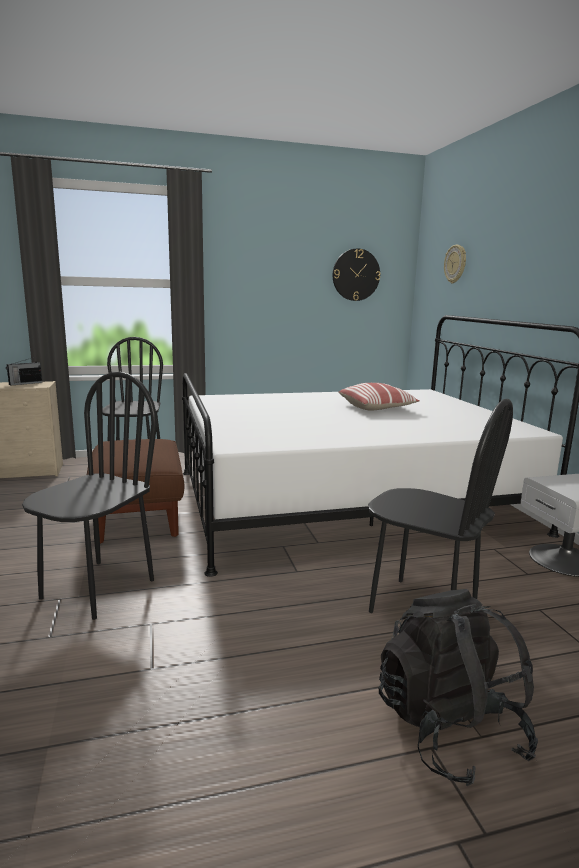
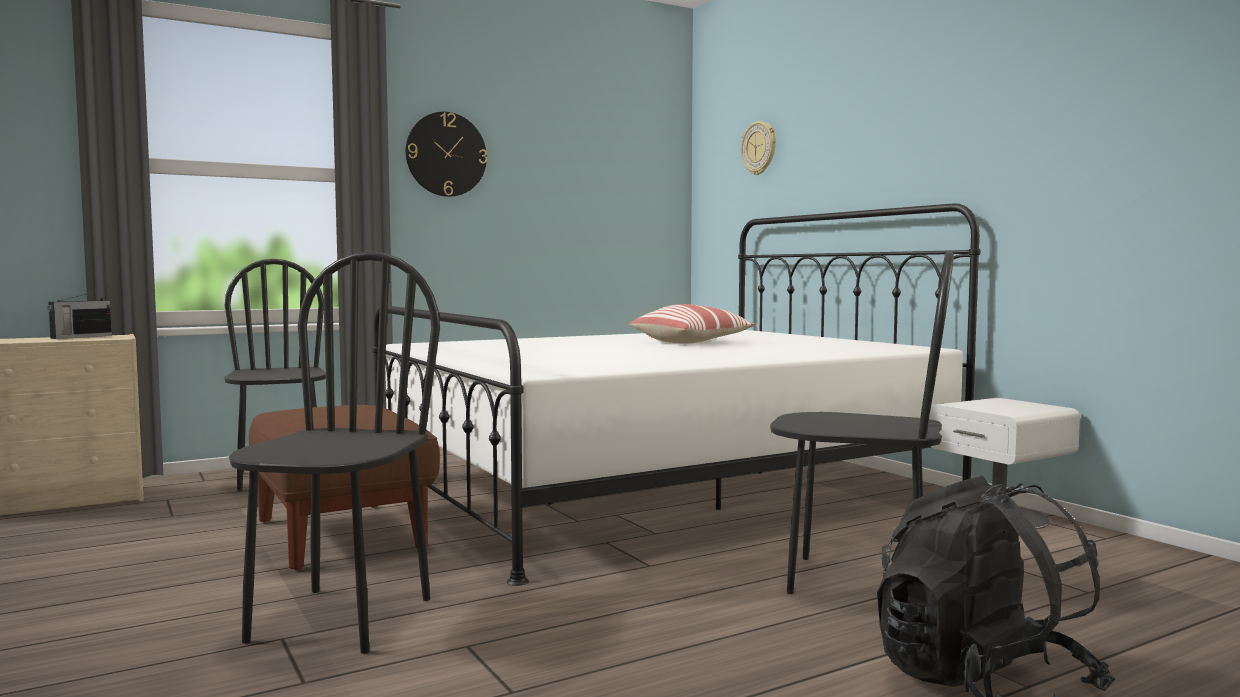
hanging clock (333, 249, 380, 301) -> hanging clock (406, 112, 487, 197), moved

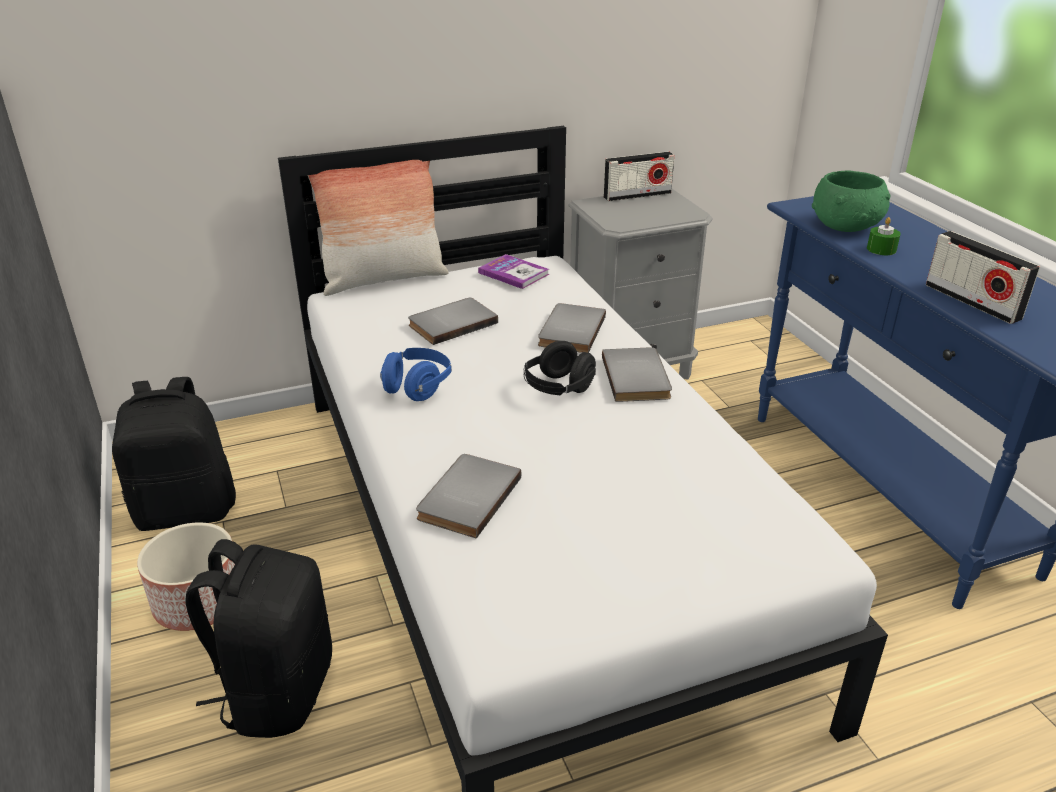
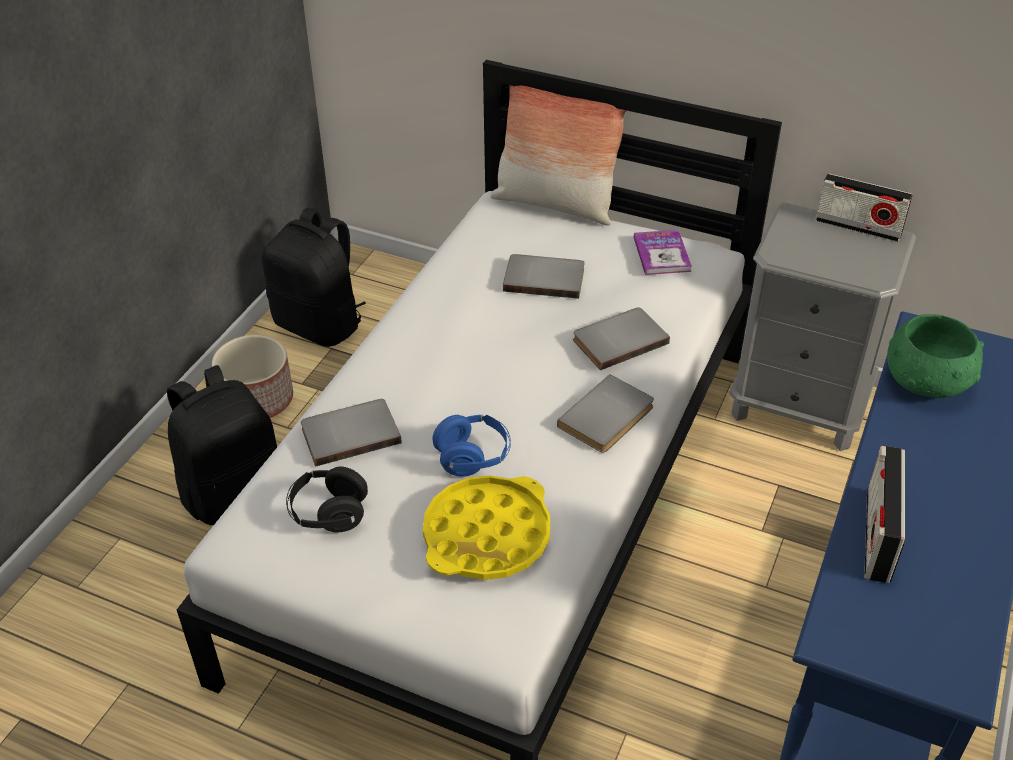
wax light in green-coloured (867, 217, 901, 255) -> none
headset in black (524, 341, 596, 395) -> headset in black (286, 466, 368, 532), moved
headset in blue (380, 348, 452, 401) -> headset in blue (432, 415, 511, 477), moved
none -> carrying tray in yellowish (423, 475, 550, 580)

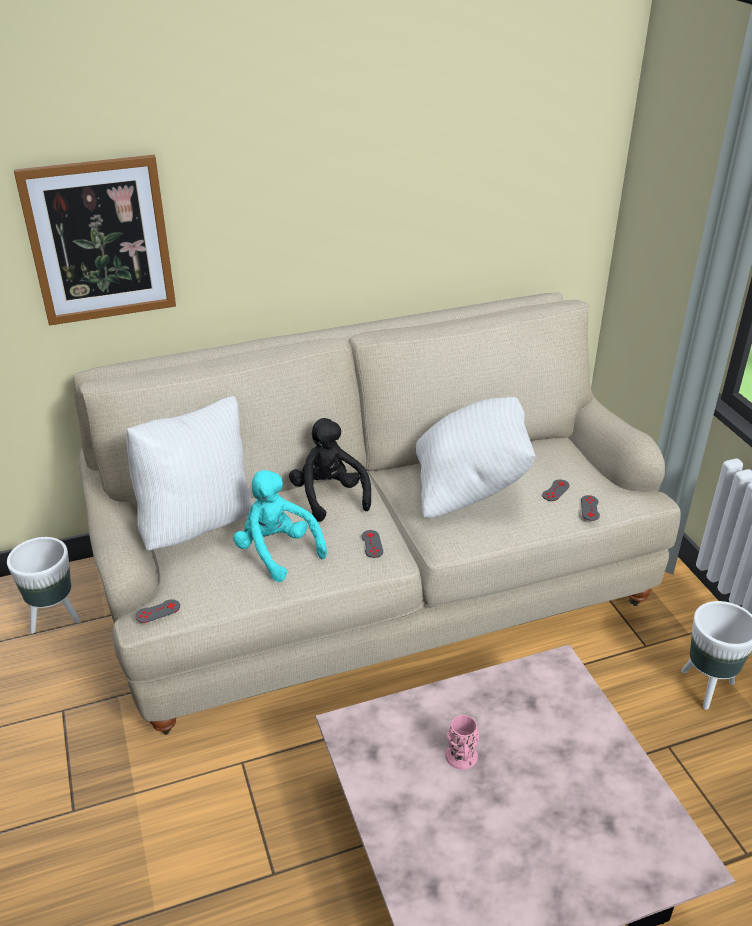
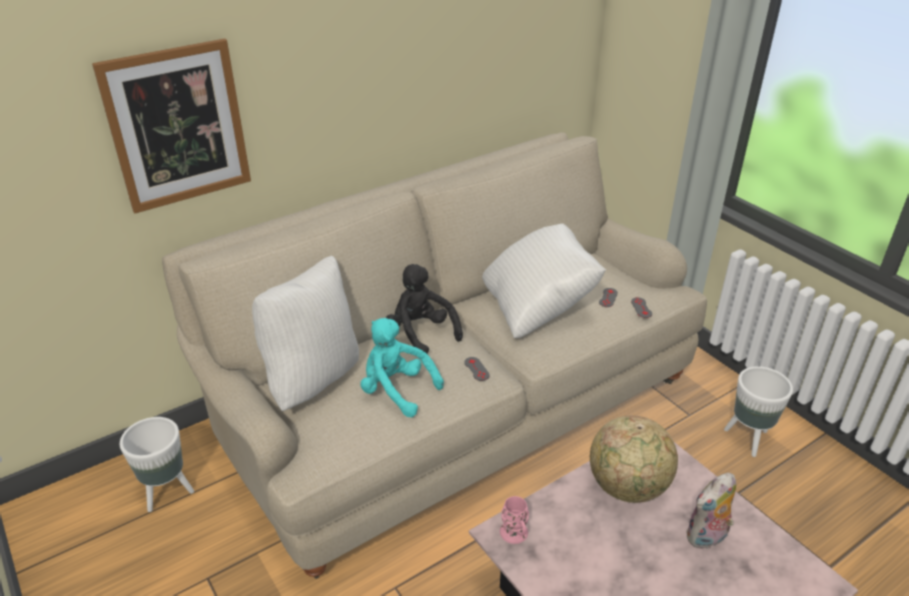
joypad in gray (135, 599, 180, 623) -> none
coffee mug in pink (445, 715, 479, 770) -> coffee mug in pink (500, 496, 529, 544), moved
none -> desk globe (590, 415, 678, 503)
none -> plush toy (686, 473, 736, 549)

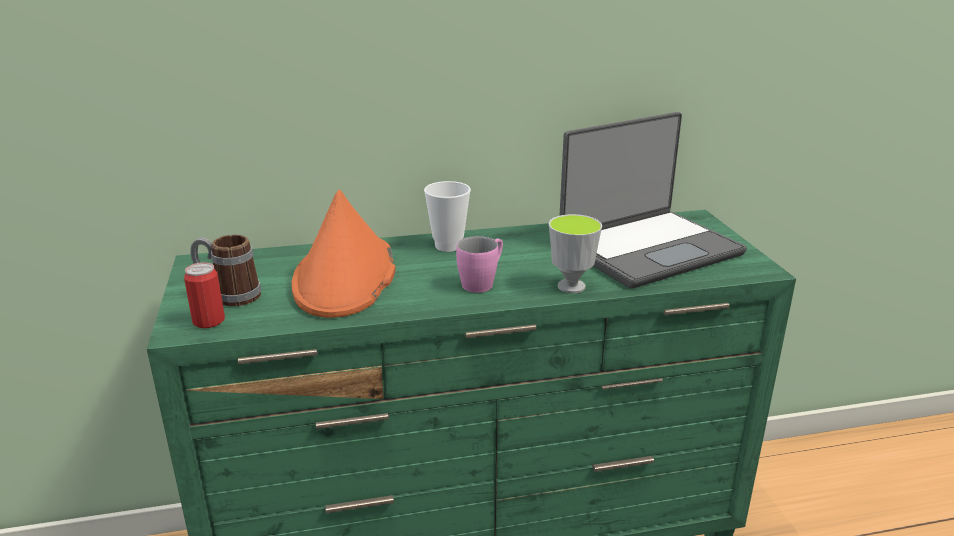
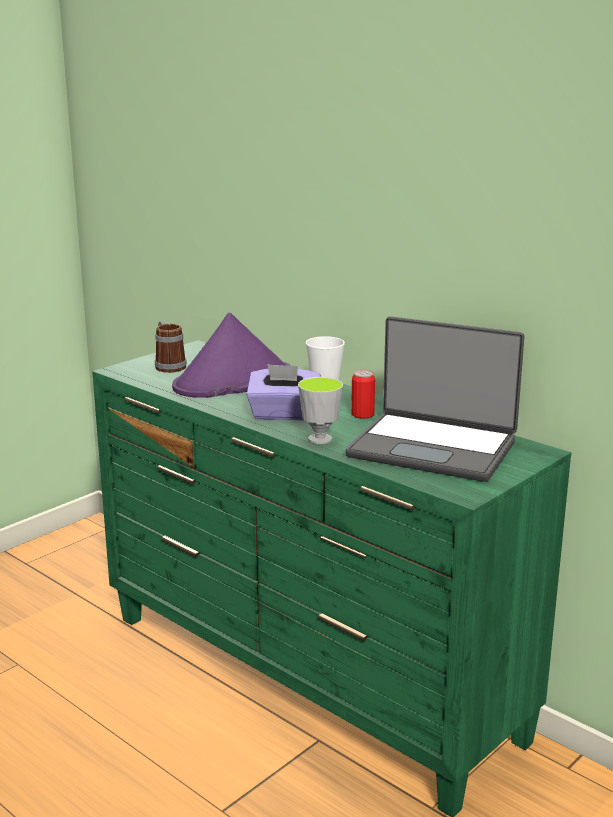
wearable hat in orange-coloured (292, 190, 396, 318) -> wearable hat in purplish (172, 313, 290, 398)
coffee mug in pink (456, 236, 503, 293) -> tissue box in purplish (246, 364, 321, 420)
can (184, 262, 225, 328) -> can (351, 370, 375, 418), moved

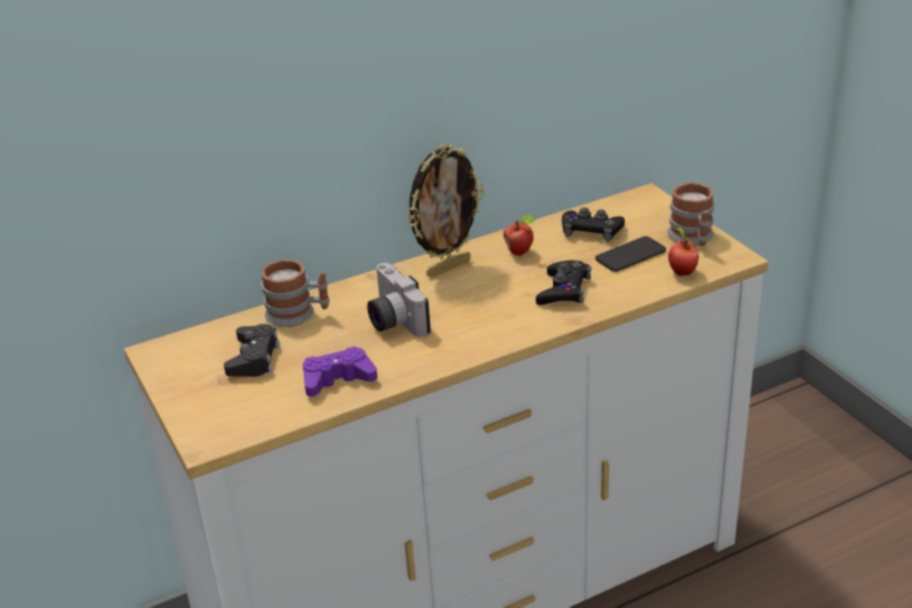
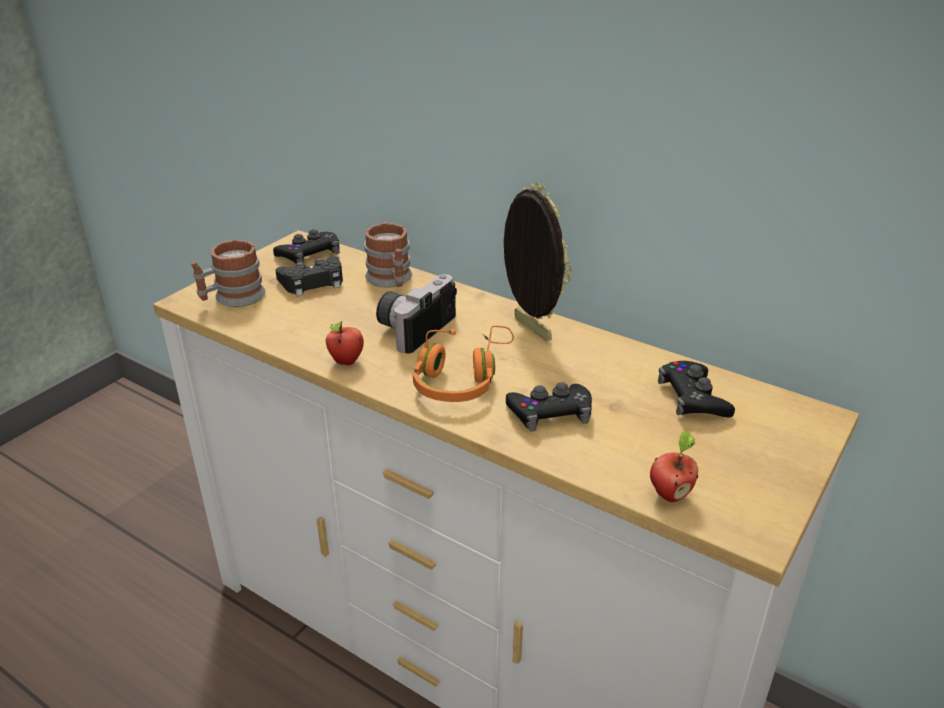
picture frame (407, 144, 484, 278) -> picture frame (504, 182, 572, 341), 150 degrees counterclockwise
coffee mug (667, 182, 714, 246) -> coffee mug (191, 239, 265, 307), moved
apple fruit (503, 215, 536, 256) -> apple fruit (326, 321, 364, 365), moved
telephone (595, 236, 666, 272) -> none
joypad in purplish (303, 346, 377, 397) -> none
none -> joypad in black (273, 229, 340, 264)
none -> headset in orange-coloured (413, 326, 514, 402)

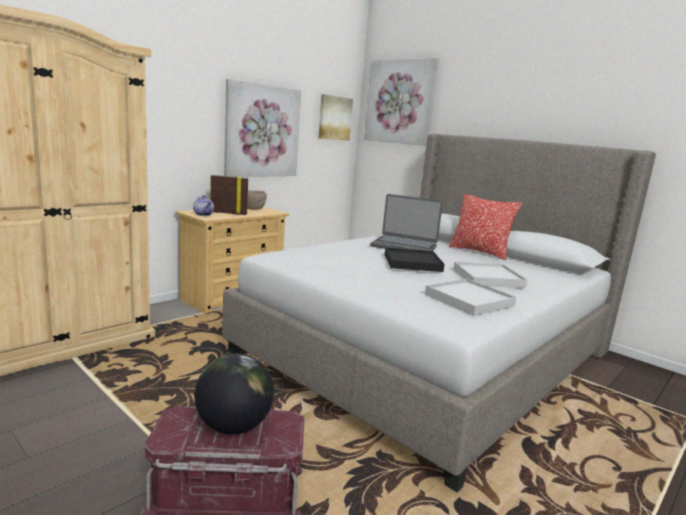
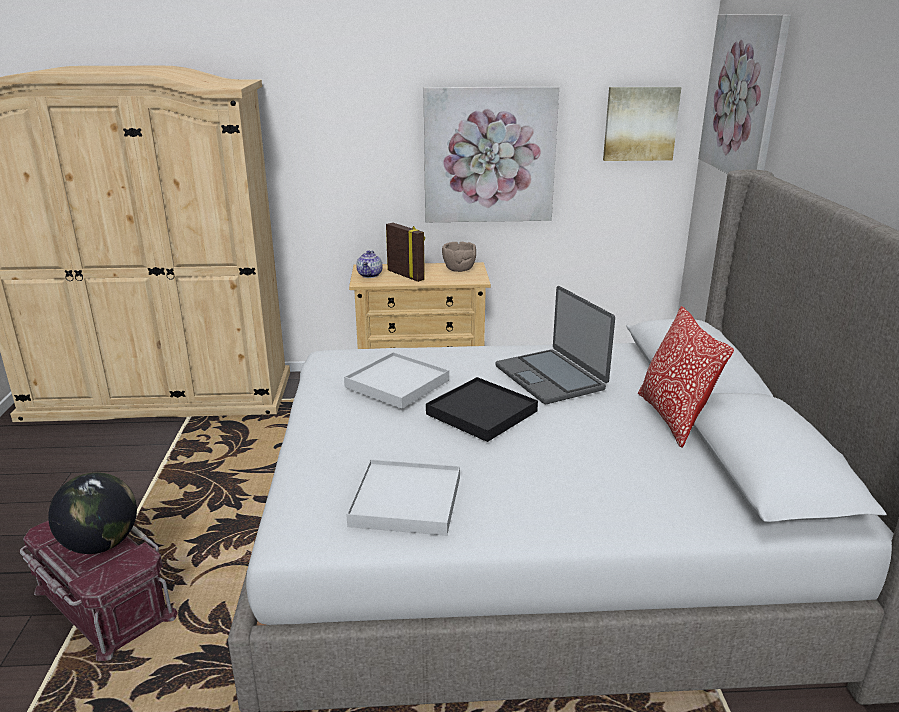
carrying tray in white (453, 262, 527, 288) -> carrying tray in white (344, 352, 449, 409), moved

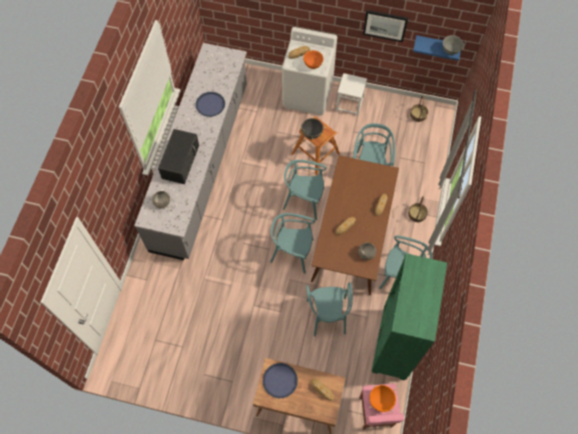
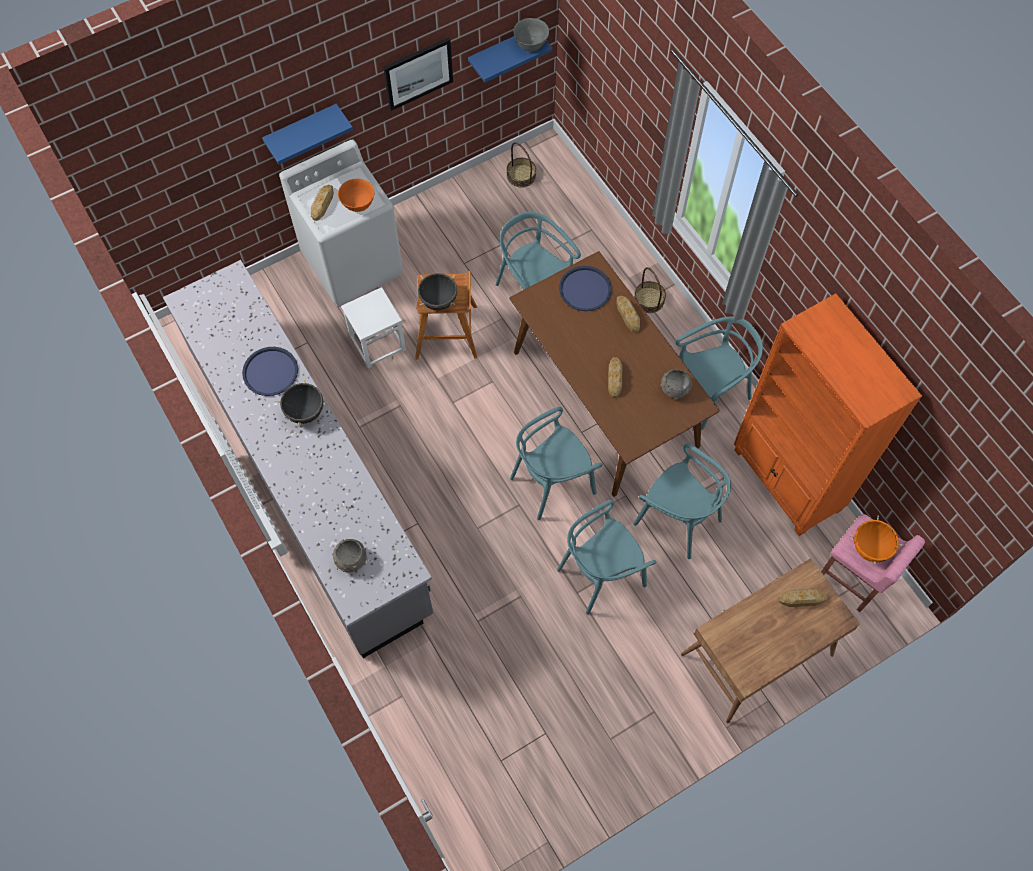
sitting stool in white (336, 73, 367, 116) -> sitting stool in white (341, 287, 406, 368), moved
microwave in black (158, 129, 199, 184) -> none
plain chair in turquoise-coloured (283, 160, 327, 220) -> plain chair in turquoise-coloured (557, 500, 657, 615), moved
shelving unit in green-coloured (372, 253, 447, 380) -> shelving unit in orange-coloured (734, 293, 922, 536)
carrying tray in blue (263, 363, 298, 398) -> carrying tray in blue (559, 266, 612, 311), moved
none -> bracket shelf in blue (262, 104, 353, 165)
none -> stockpot in black (275, 379, 328, 426)

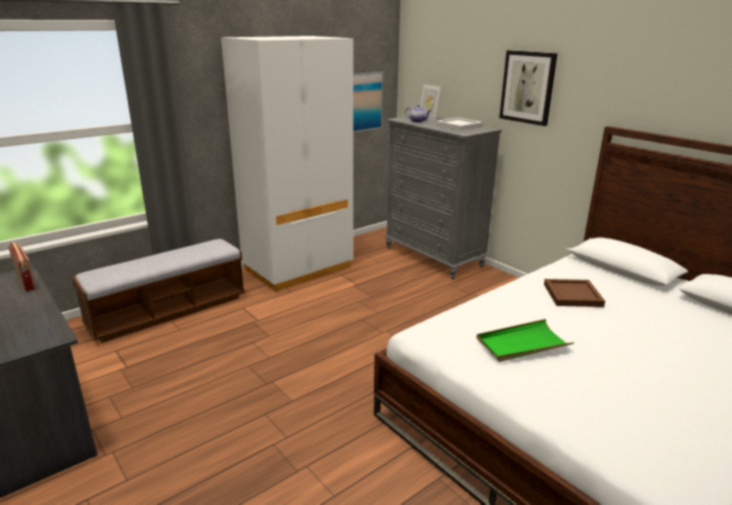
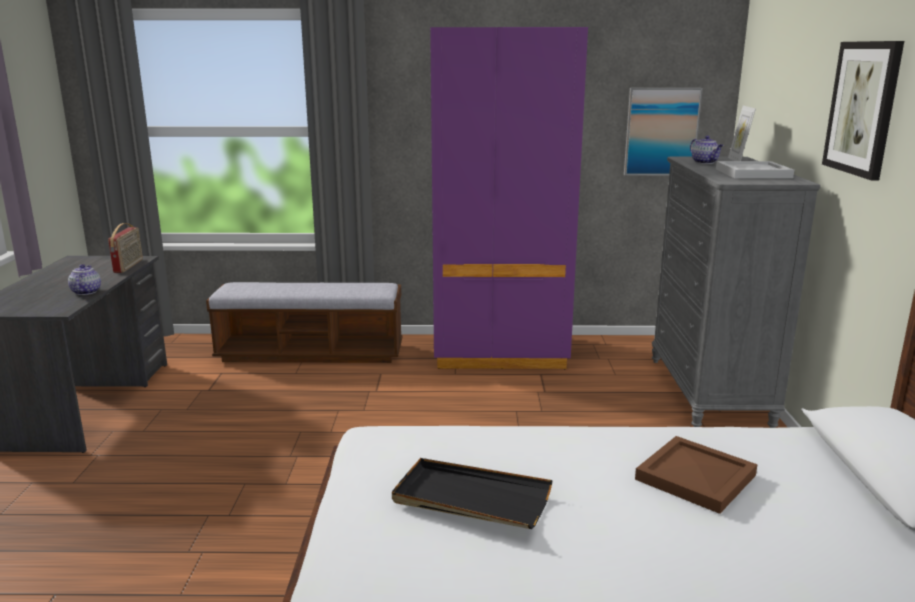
armoire in white (221, 36, 353, 292) -> armoire in purplish (430, 27, 588, 369)
carrying tray in green-coloured (476, 319, 574, 362) -> carrying tray in black (392, 458, 553, 529)
none -> pot for tea (68, 264, 101, 295)

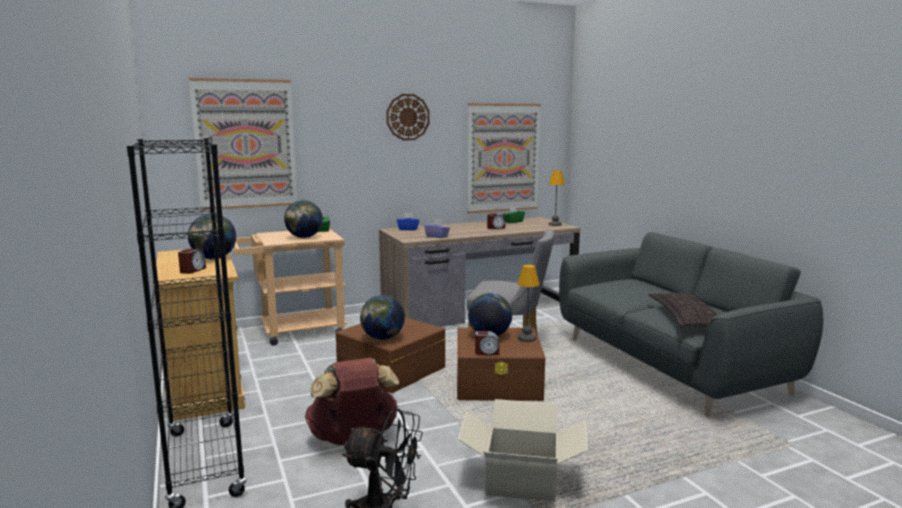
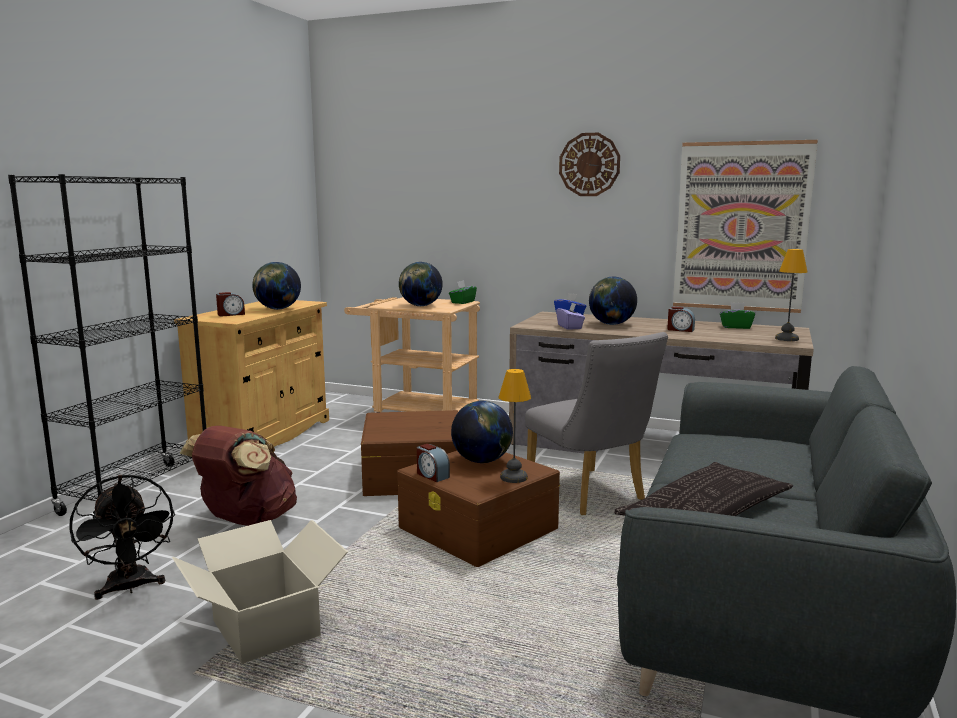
picture (189, 78, 298, 210) -> none
desk globe (360, 295, 405, 340) -> desk globe (589, 276, 637, 325), moved

